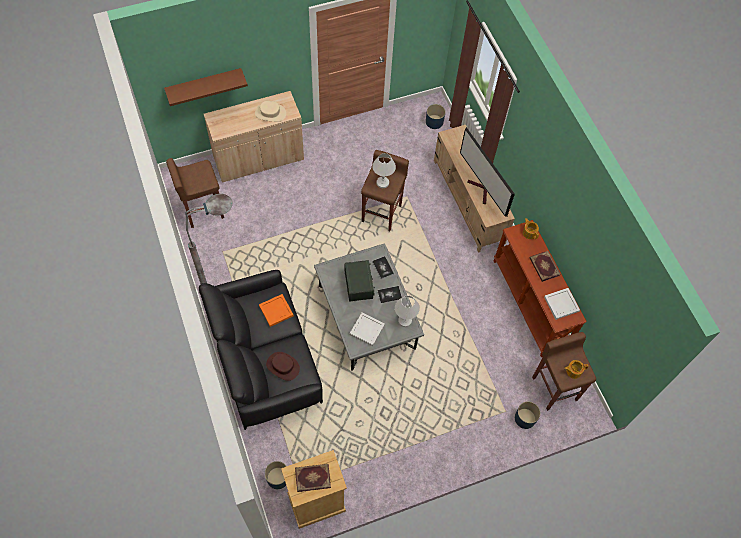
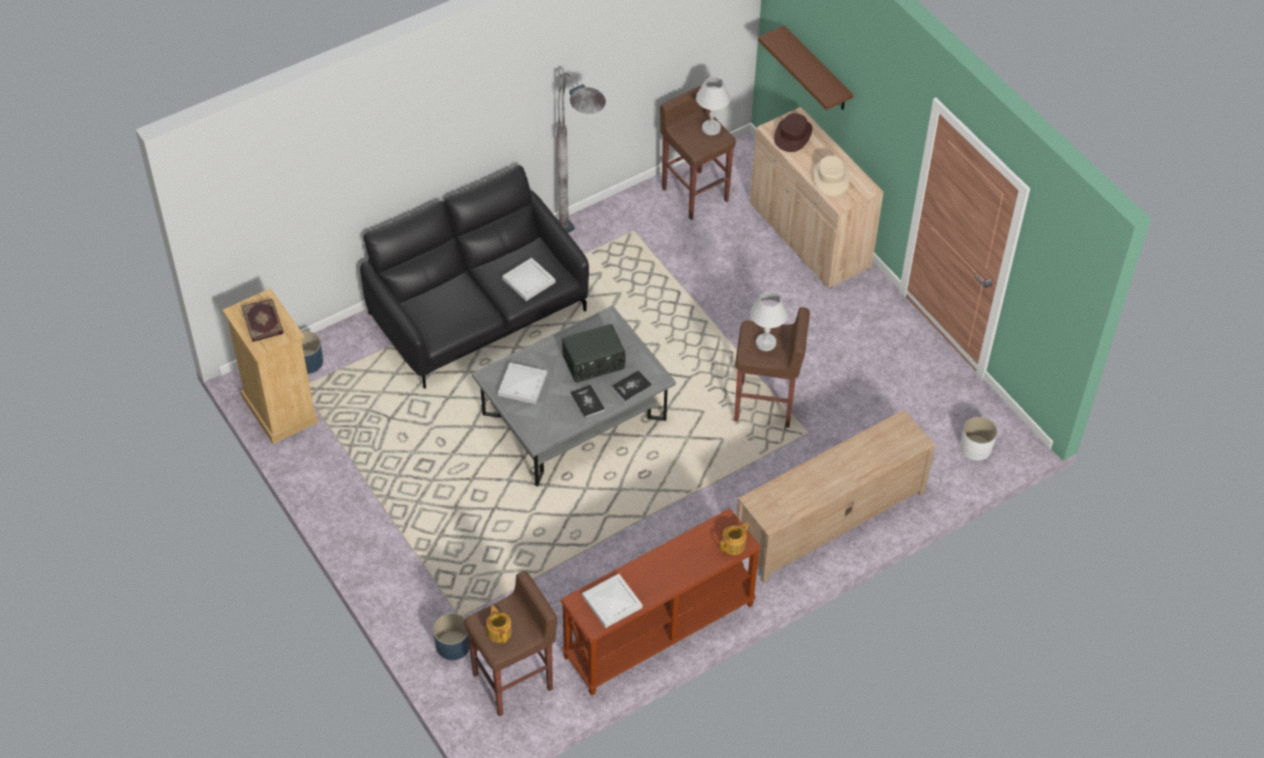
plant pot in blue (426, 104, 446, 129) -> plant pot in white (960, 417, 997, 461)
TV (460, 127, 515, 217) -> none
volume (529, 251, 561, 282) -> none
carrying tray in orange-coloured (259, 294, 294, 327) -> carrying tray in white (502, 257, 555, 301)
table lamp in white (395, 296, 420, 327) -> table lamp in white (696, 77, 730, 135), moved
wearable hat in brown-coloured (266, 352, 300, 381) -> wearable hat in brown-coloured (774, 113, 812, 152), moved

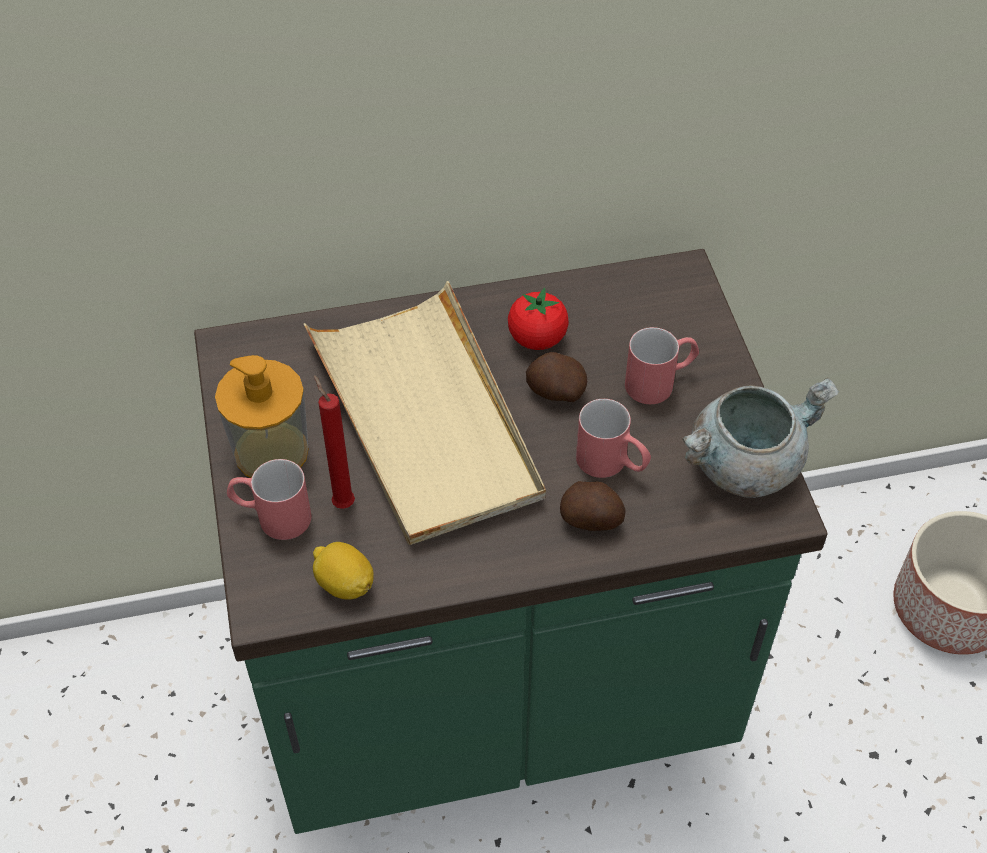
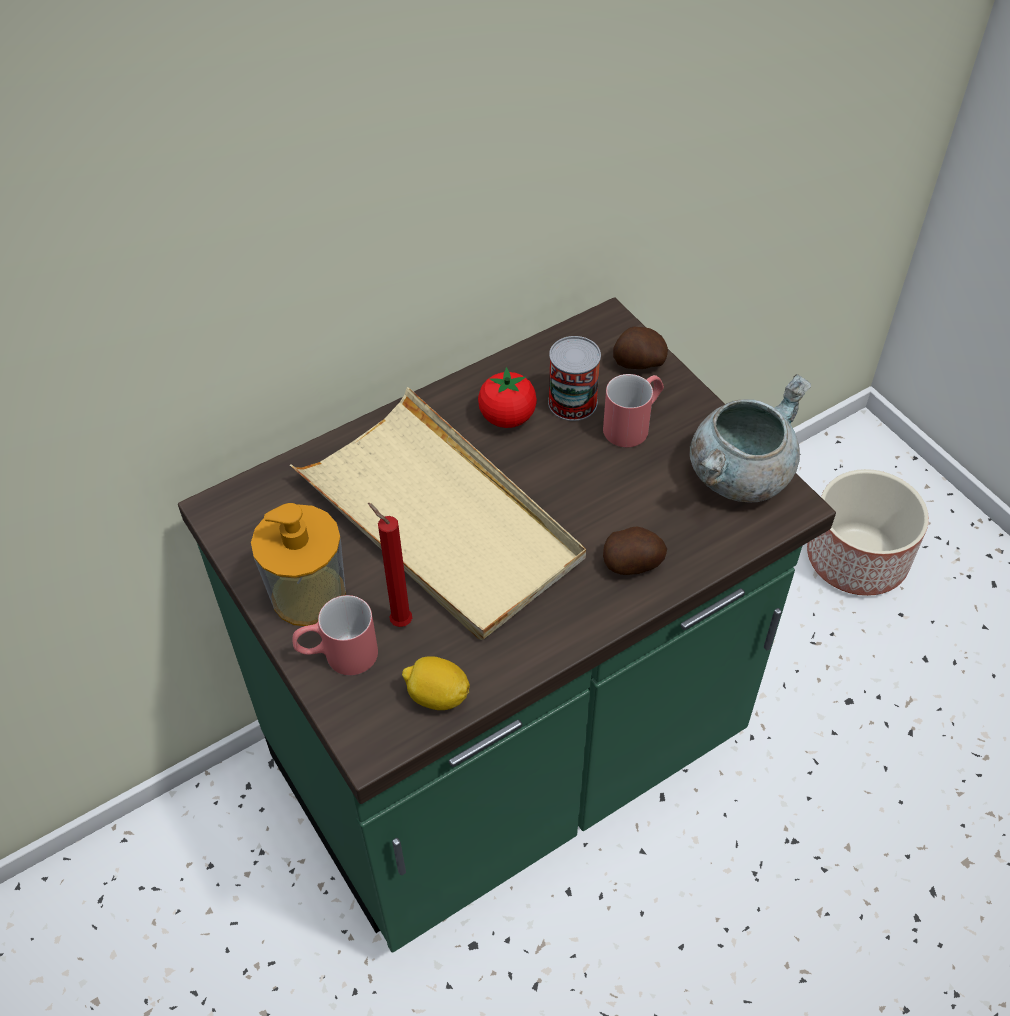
whole potato (526, 352, 587, 402) -> whole potato (613, 326, 668, 369), moved
coffee mug in reddish (576, 399, 651, 478) -> none
none -> can (548, 336, 601, 421)

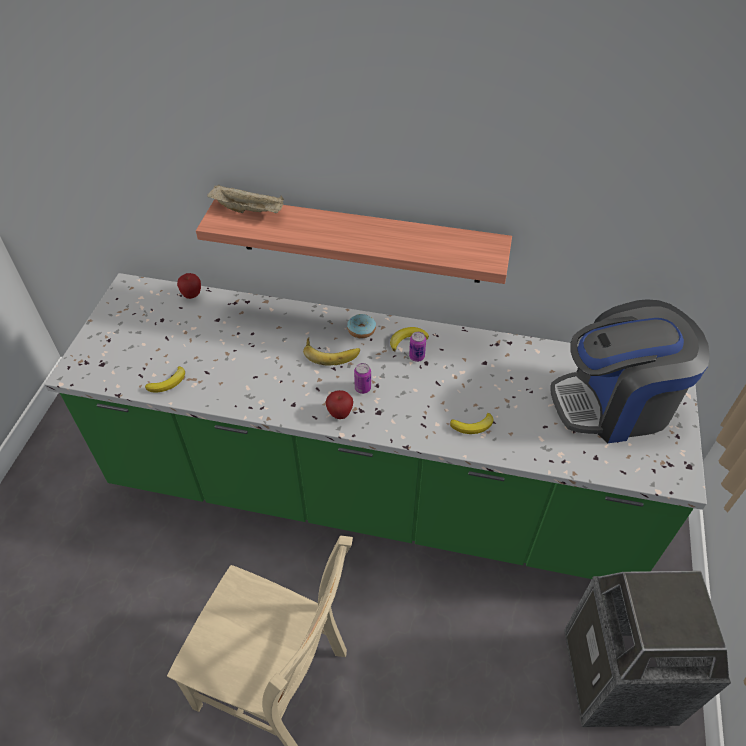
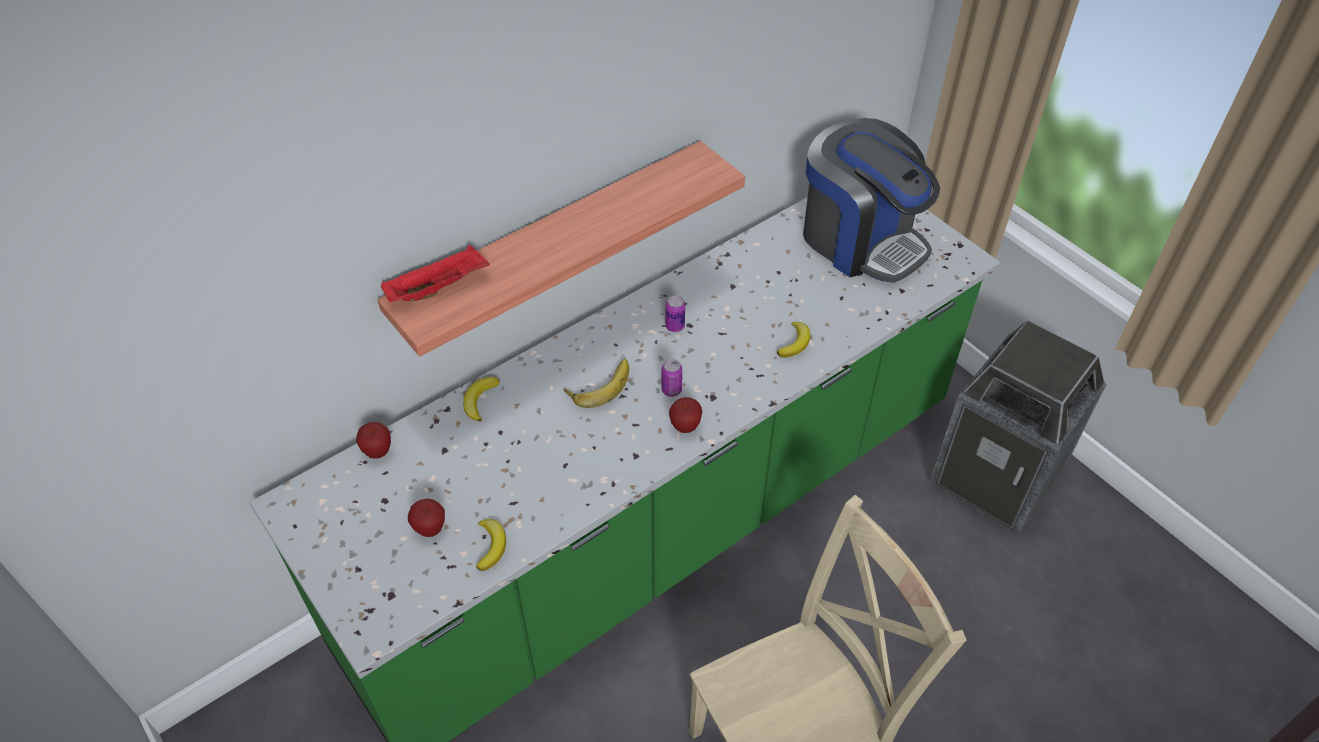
carrying tray in beige-coloured (207, 184, 284, 213) -> carrying tray in reddish (381, 245, 490, 302)
coffee maker (550, 299, 710, 443) -> coffee maker (803, 118, 940, 283), 75 degrees counterclockwise
donut (347, 314, 376, 339) -> none
whole banana (390, 327, 429, 351) -> whole banana (463, 377, 500, 421), moved
none -> apple fruit (408, 498, 445, 537)

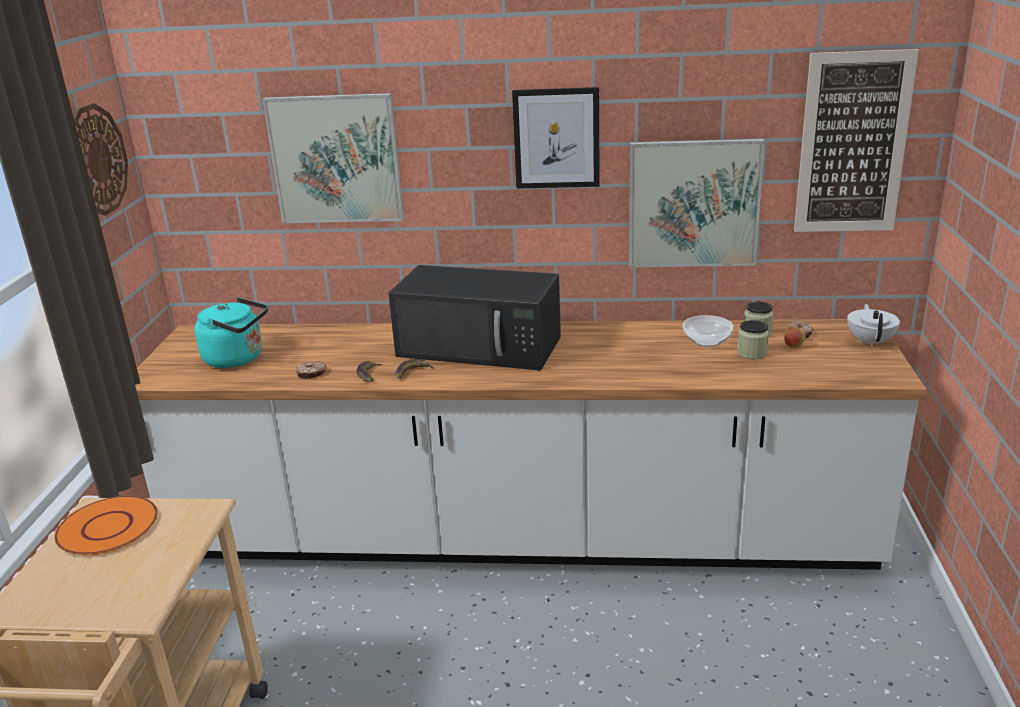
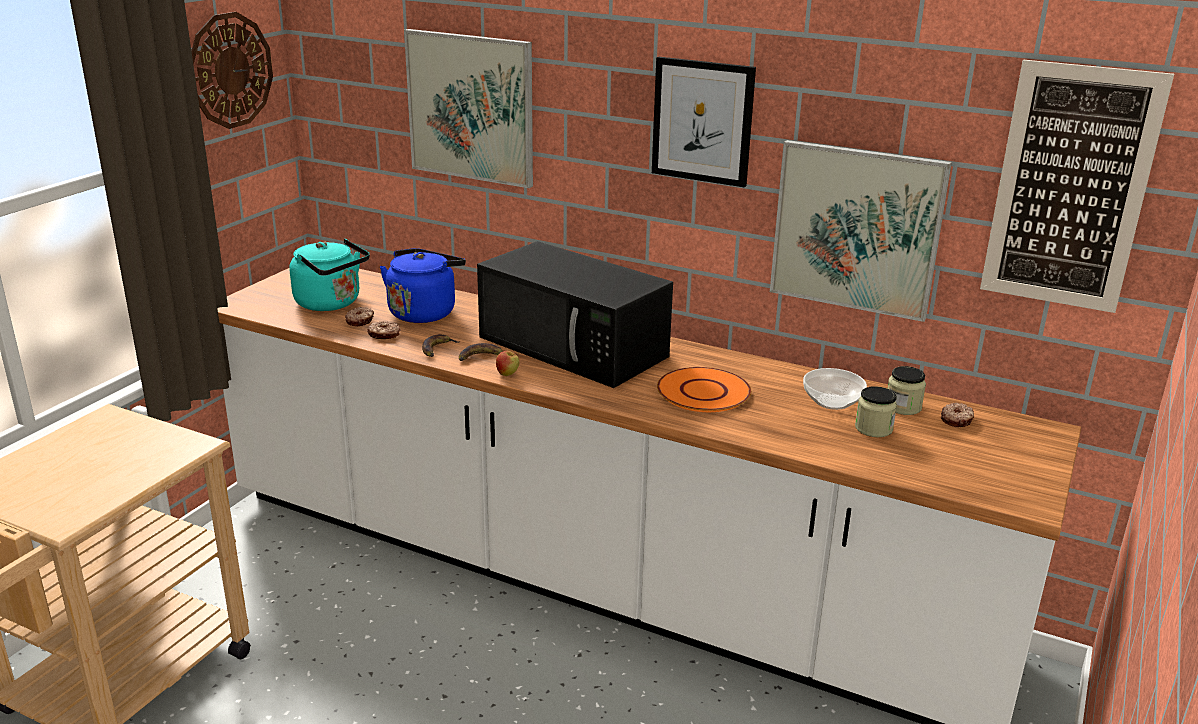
pot for tea in white (847, 304, 900, 347) -> none
apple fruit (784, 326, 806, 348) -> apple fruit (496, 351, 520, 376), moved
plate in orange-coloured (55, 496, 158, 555) -> plate in orange-coloured (657, 367, 751, 412), moved
none -> water kettle in blue (380, 248, 466, 323)
none -> donut (345, 307, 374, 327)

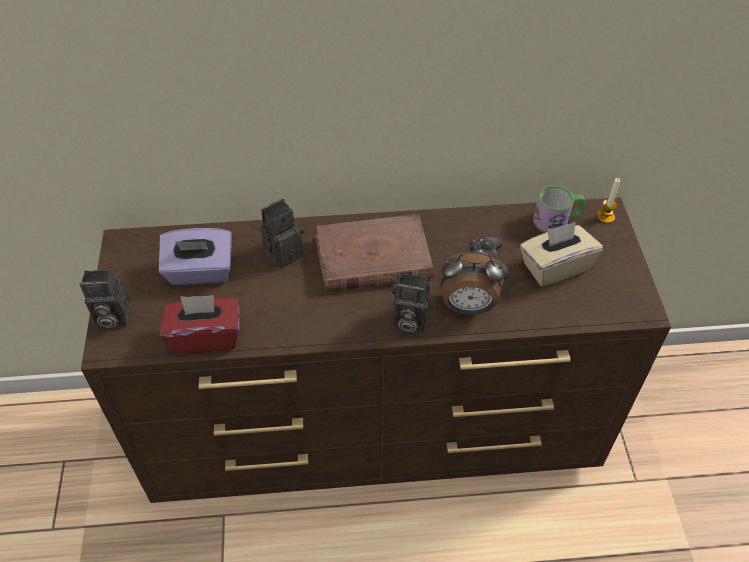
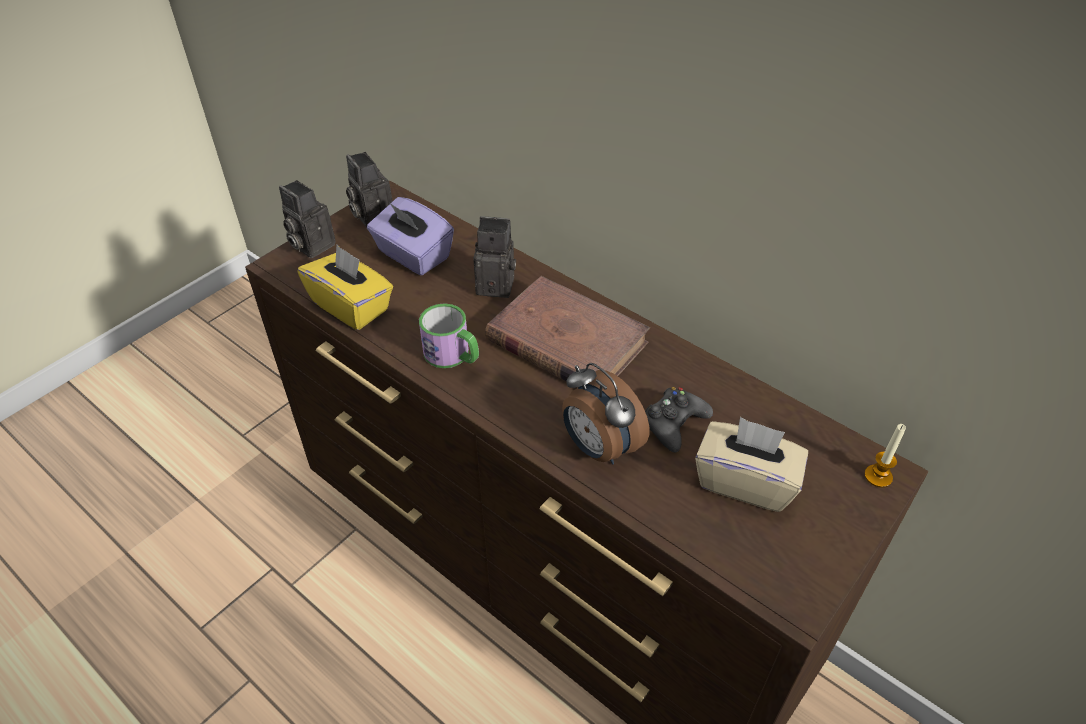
coffee mug (533, 185, 585, 233) -> coffee mug (419, 303, 479, 368), moved
still camera (392, 272, 430, 334) -> still camera (346, 152, 393, 227), moved
tissue box in reddish (160, 295, 239, 354) -> tissue box in yellowish (297, 245, 393, 330)

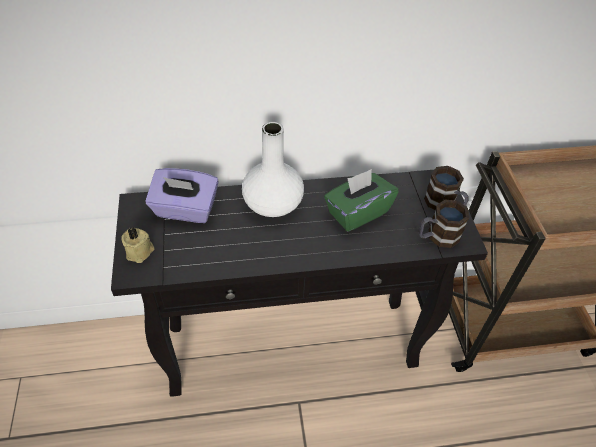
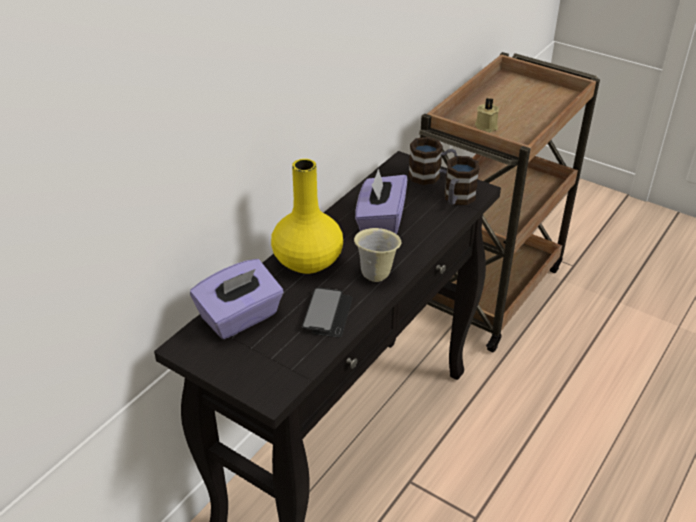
decorative vase in white (242, 122, 304, 217) -> decorative vase in yellowish (271, 159, 343, 274)
tissue box in green-coloured (324, 169, 398, 232) -> tissue box in purplish (355, 169, 407, 234)
wax light in beige-coloured (121, 228, 155, 263) -> wax light in beige-coloured (475, 98, 499, 133), moved
none -> coffee mug in beige-coloured (354, 228, 401, 282)
none -> telephone (302, 288, 353, 337)

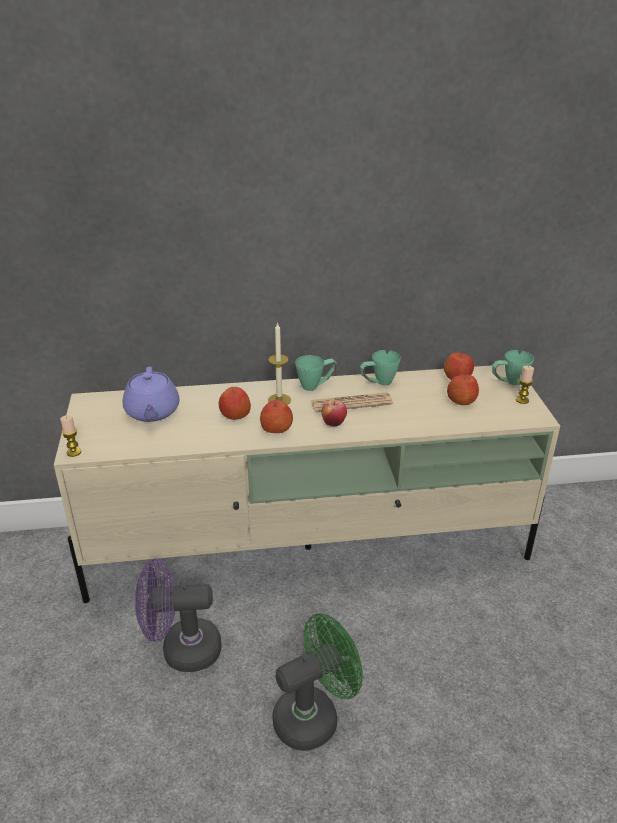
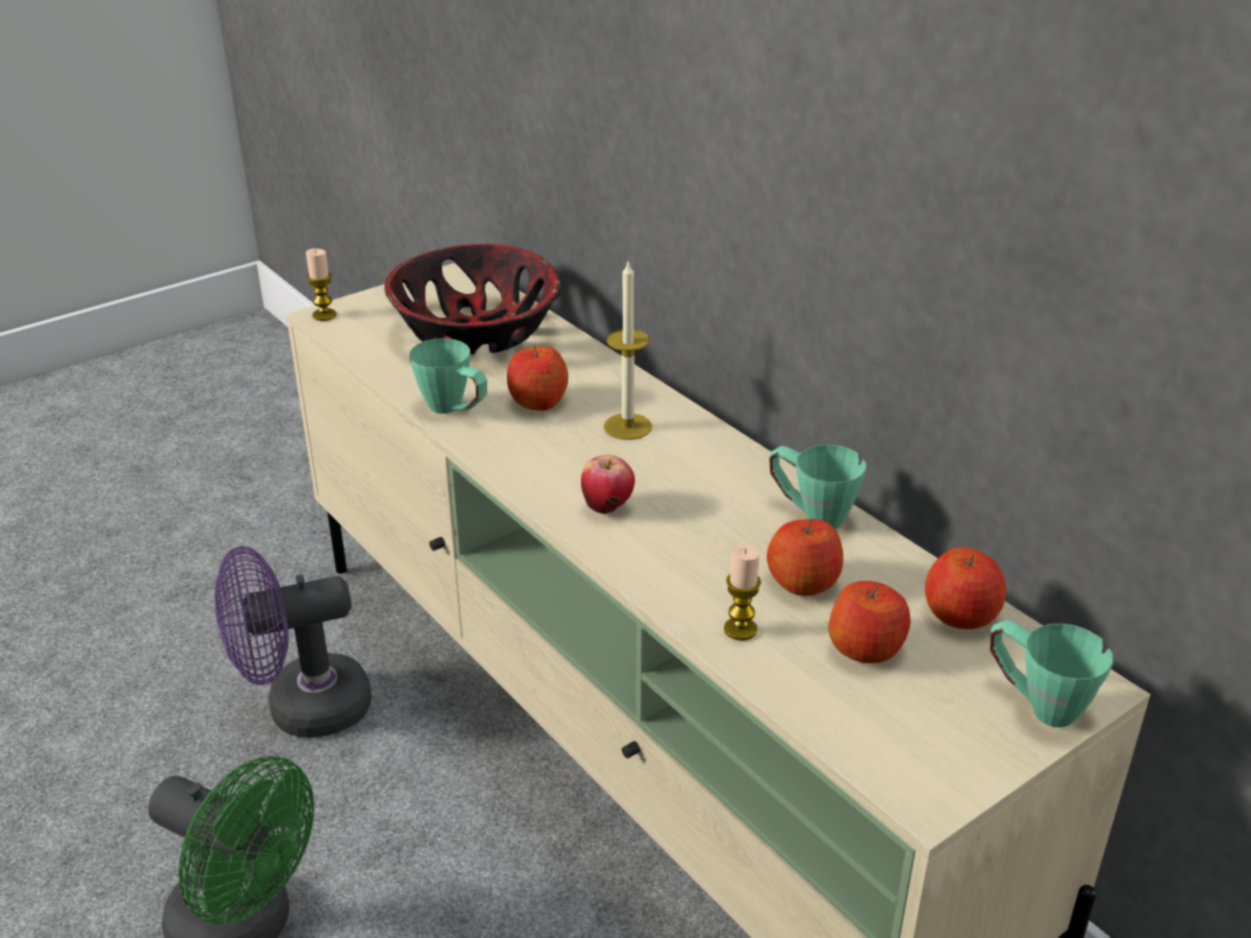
coffee mug in green-coloured (295, 355, 337, 391) -> coffee mug in green-coloured (409, 338, 487, 414), moved
wax light (516, 366, 534, 404) -> wax light (724, 544, 761, 641), moved
pot for tea in purplish (122, 367, 179, 422) -> serving bowl (384, 244, 561, 354)
printed paper (311, 392, 393, 412) -> none
apple fruit (260, 400, 293, 433) -> apple fruit (767, 519, 843, 596), moved
electric fan in purplish (135, 559, 222, 672) -> electric fan in purplish (215, 546, 372, 738), 75 degrees counterclockwise

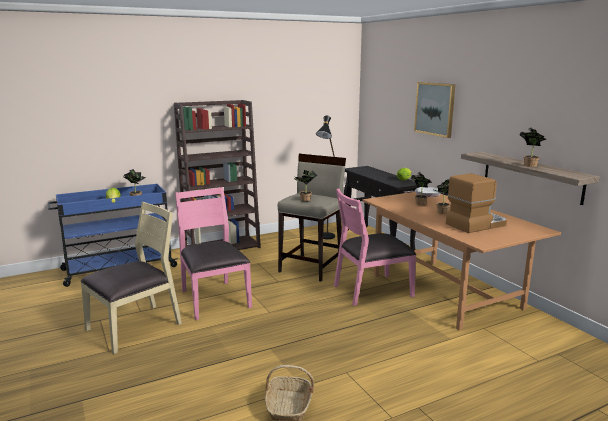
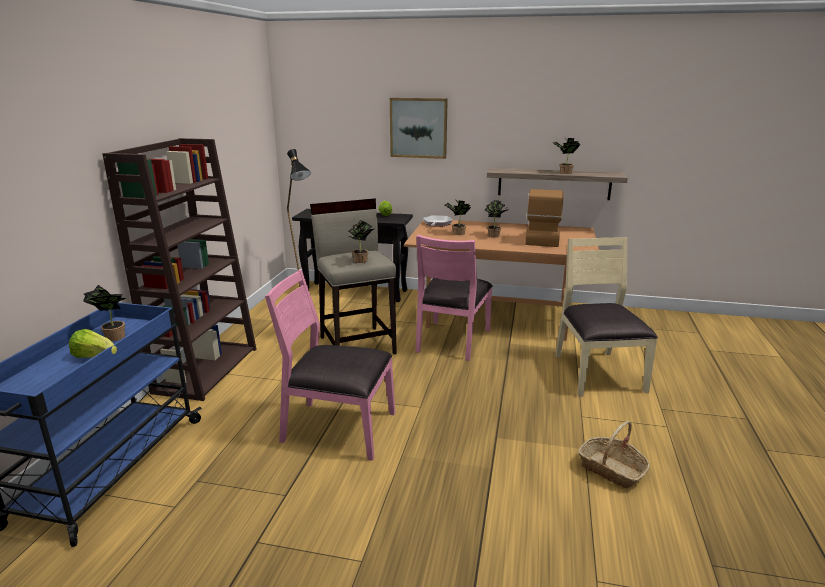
plain chair in beige-coloured (81, 202, 182, 354) -> plain chair in beige-coloured (555, 237, 658, 397), moved

